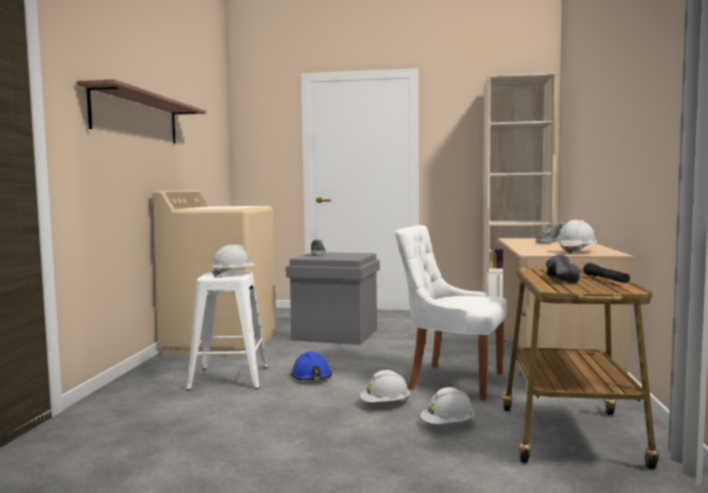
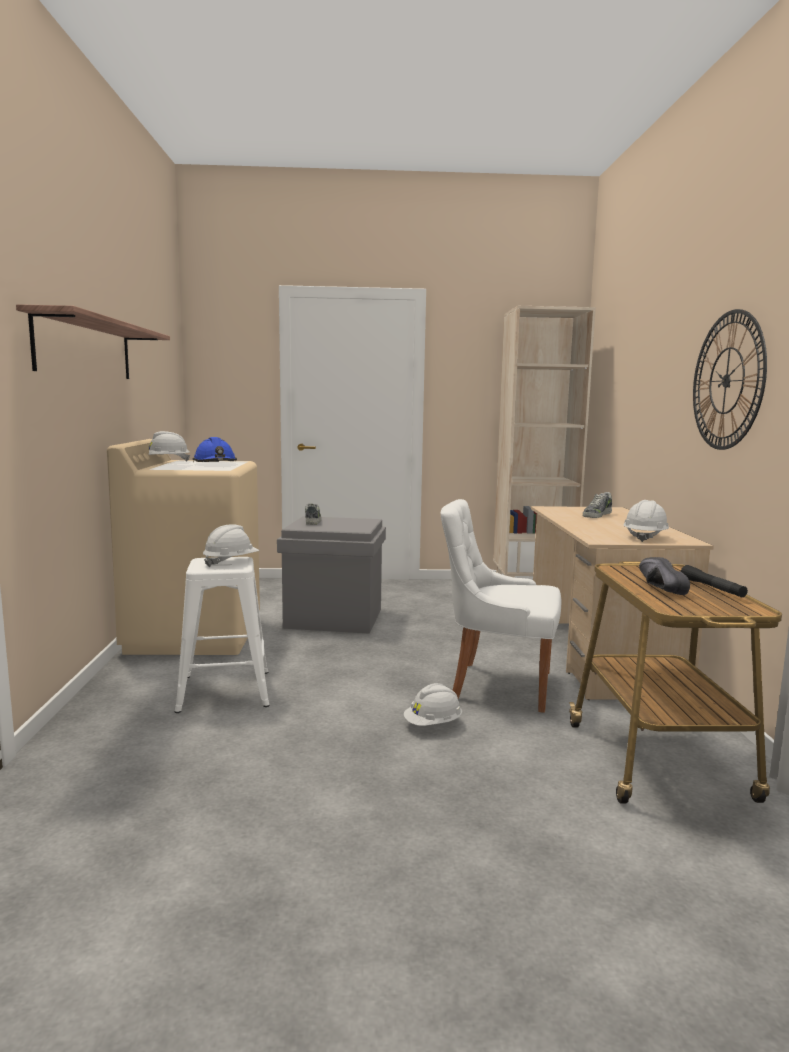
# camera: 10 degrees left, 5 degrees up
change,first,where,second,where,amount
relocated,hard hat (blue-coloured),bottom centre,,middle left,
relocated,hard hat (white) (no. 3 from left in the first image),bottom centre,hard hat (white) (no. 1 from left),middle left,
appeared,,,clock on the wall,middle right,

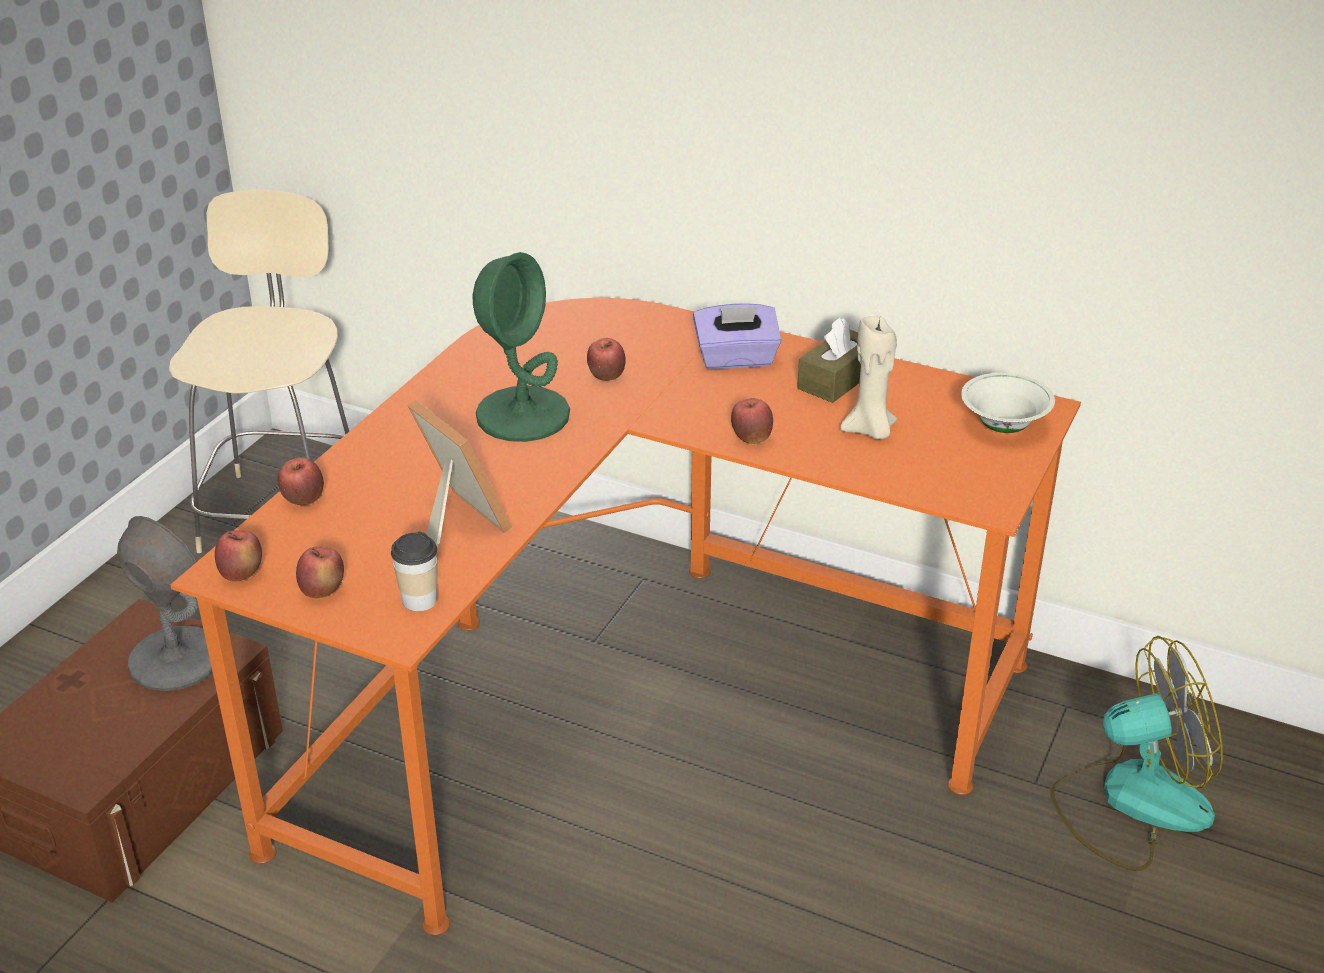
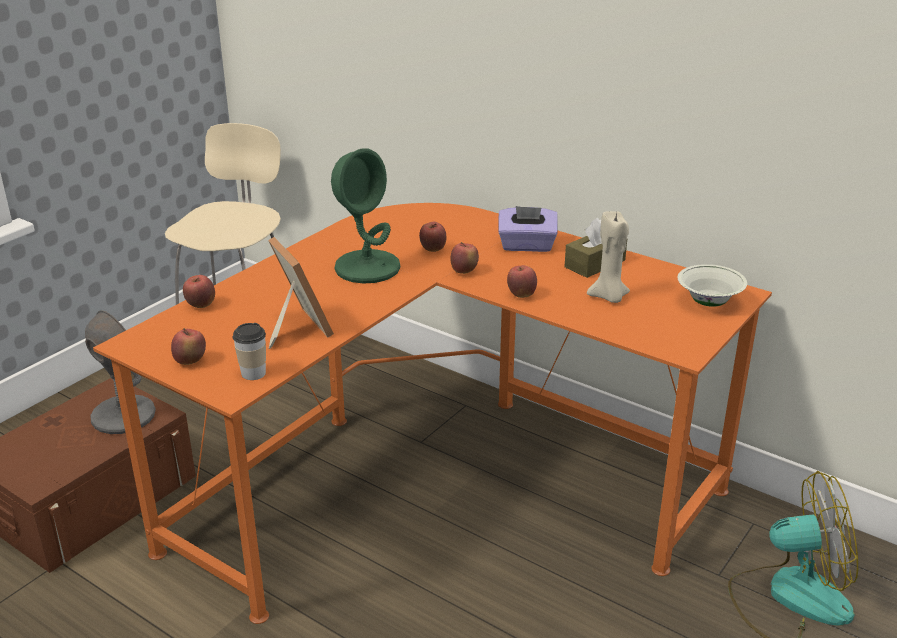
# camera: 10 degrees right, 5 degrees down
change,first,where,second,where,amount
relocated,apple (no. 1 from left in the first image),middle left,apple (no. 4 from left),centre,

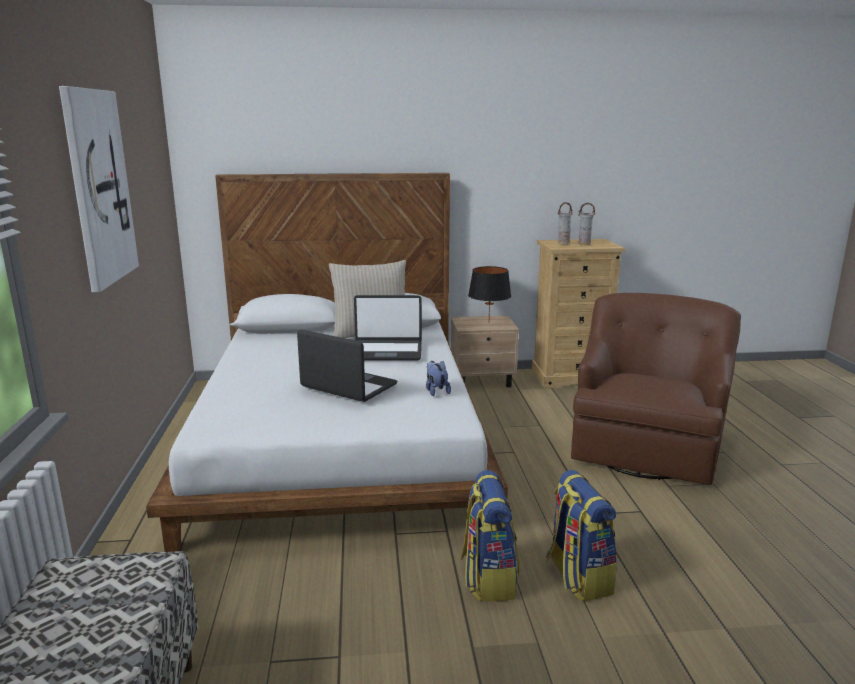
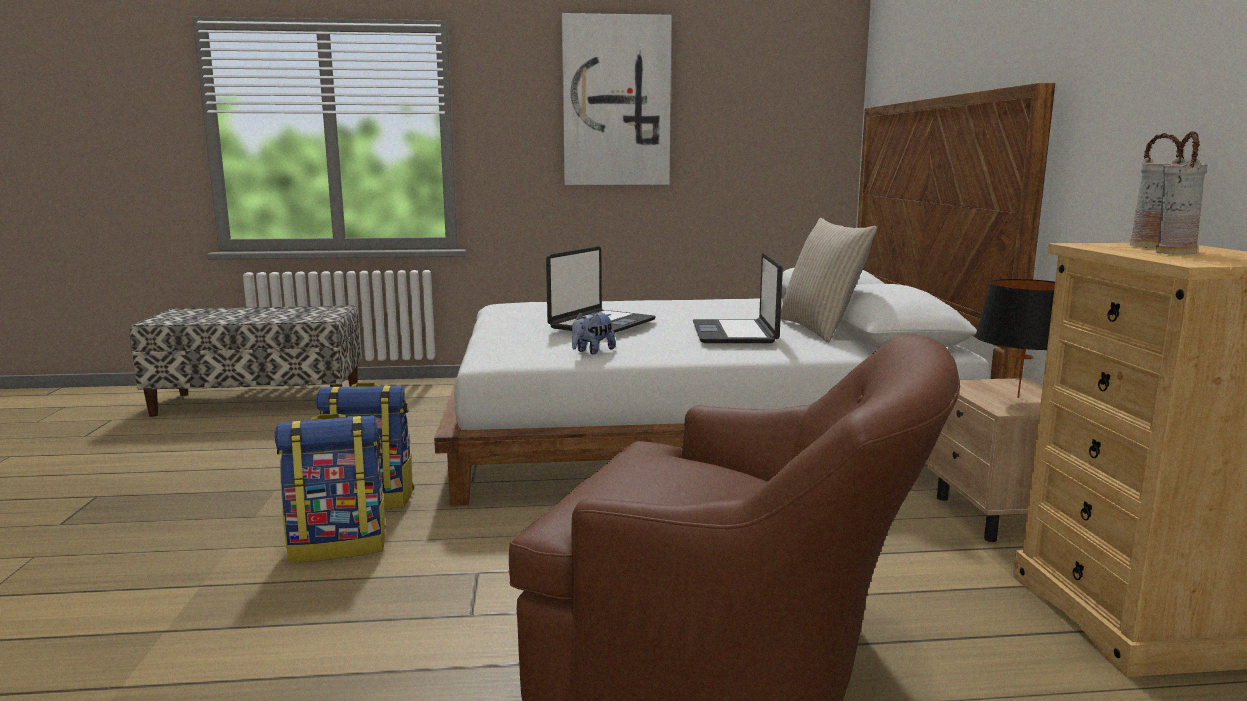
# camera: 90 degrees right, 5 degrees down
change,first,where,second,where,amount
spun,plush toy,centre,,centre,150 degrees clockwise

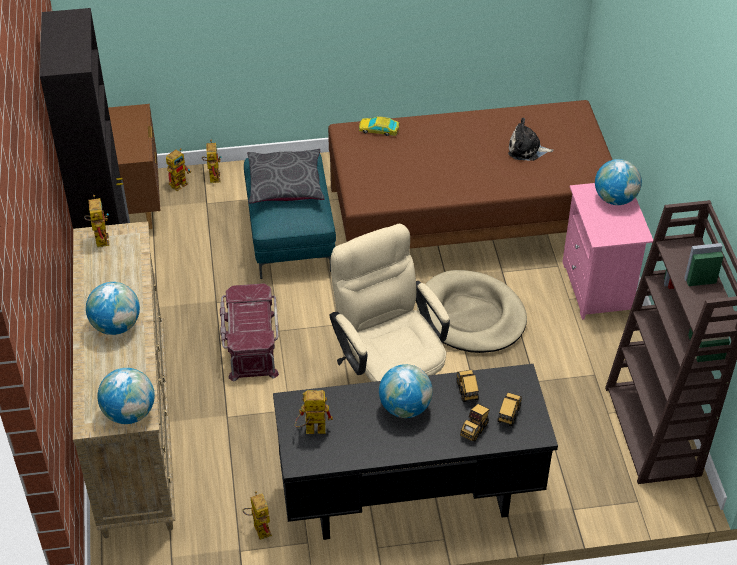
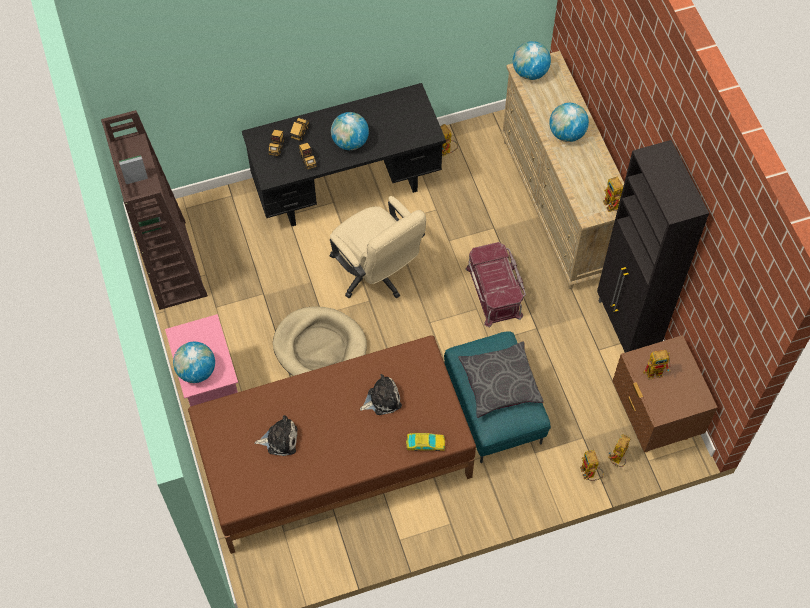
# camera: 170 degrees right, 15 degrees up
change,first,where,second,where,amount
relocated,toy robot (no. 5 from left),bottom centre,,middle right,
appeared,,,plush toy (no. 2 from left),centre,

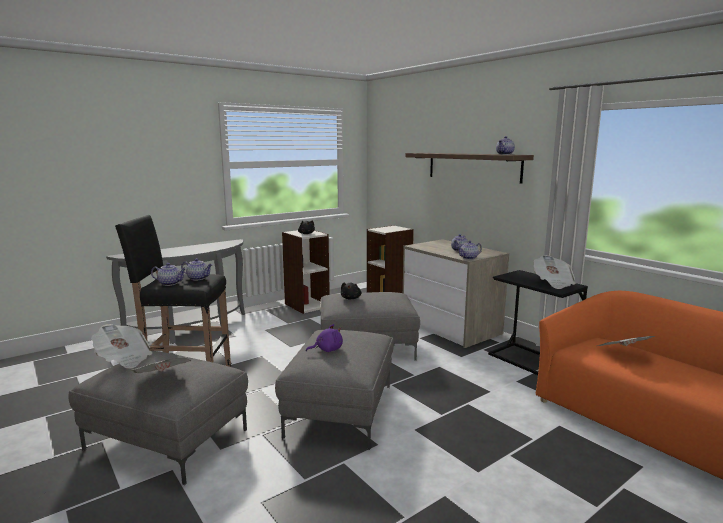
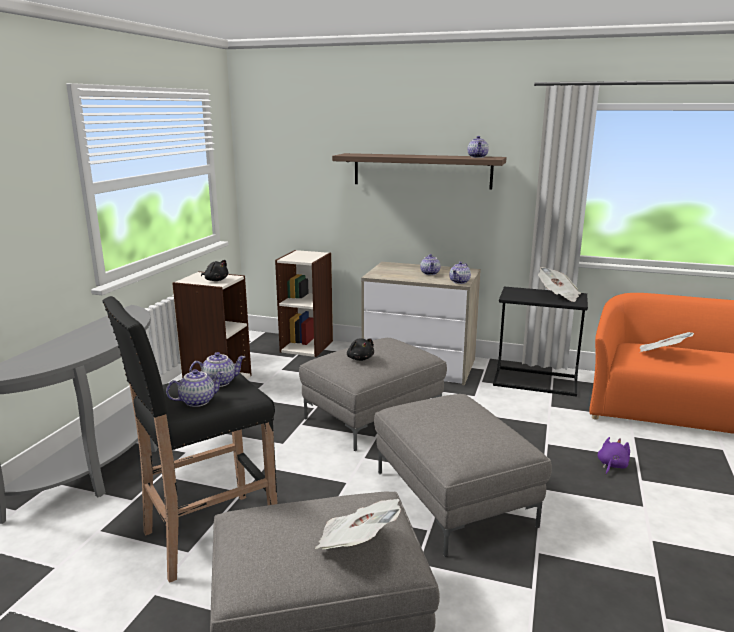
# camera: 35 degrees left, 5 degrees up
change,first,where,second,where,amount
missing,newspaper (no. 1 from left),middle left,,,
relocated,plush toy (purple),centre,,bottom right,

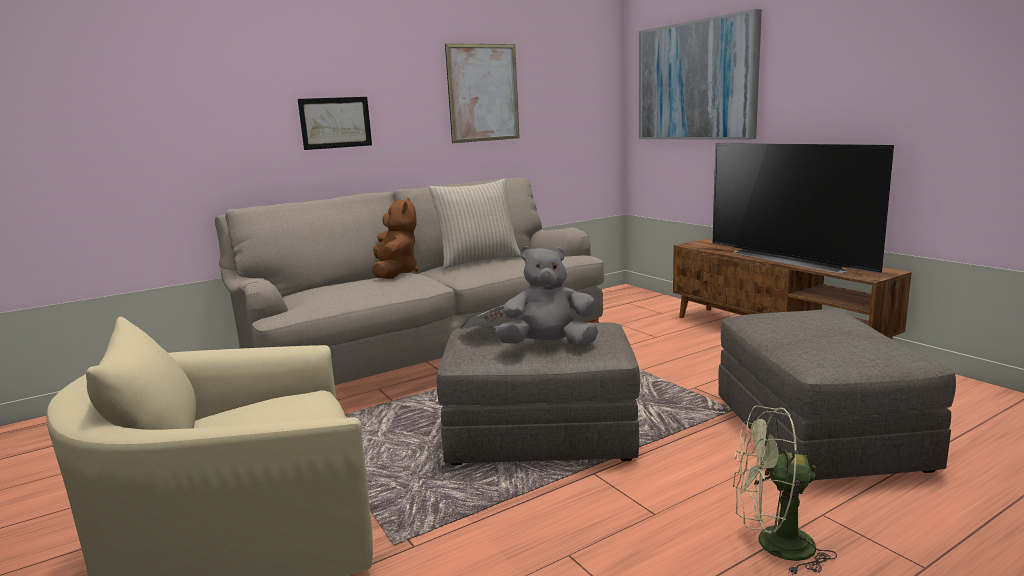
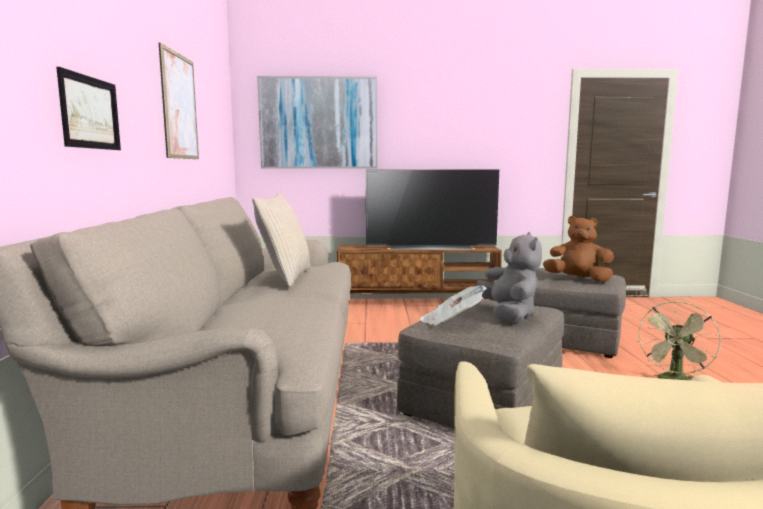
# camera: 60 degrees left, 5 degrees down
change,first,where,second,where,amount
relocated,plush toy (brown-coloured),centre,,middle right,
spun,plush toy (greyish),centre,,middle right,150 degrees clockwise

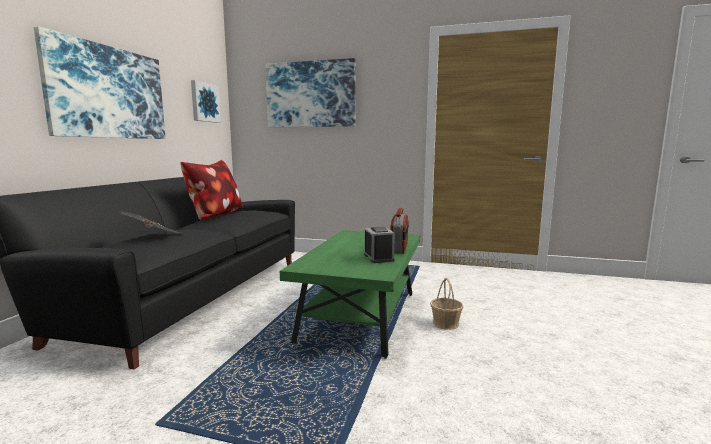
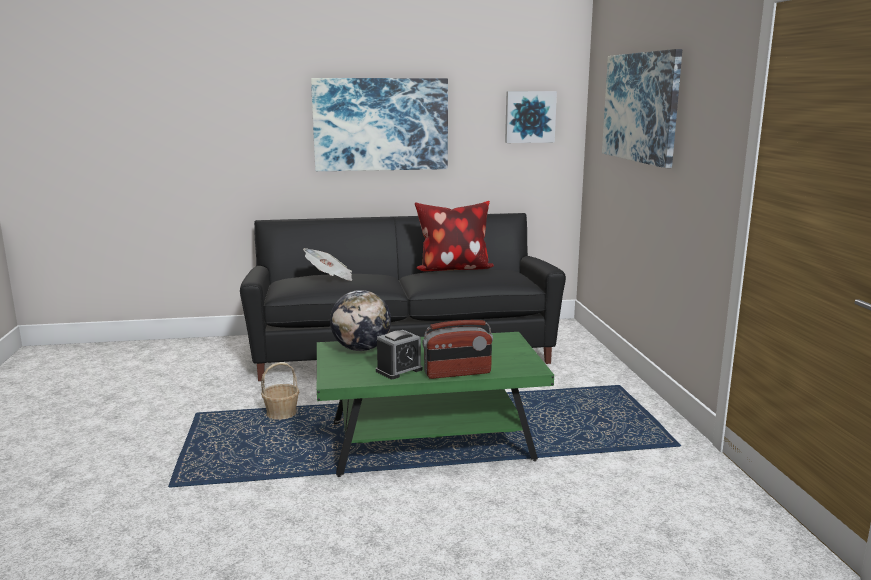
# camera: 65 degrees right, 5 degrees up
change,first,where,second,where,amount
relocated,basket,bottom centre,,bottom left,
appeared,,,desk globe,centre,

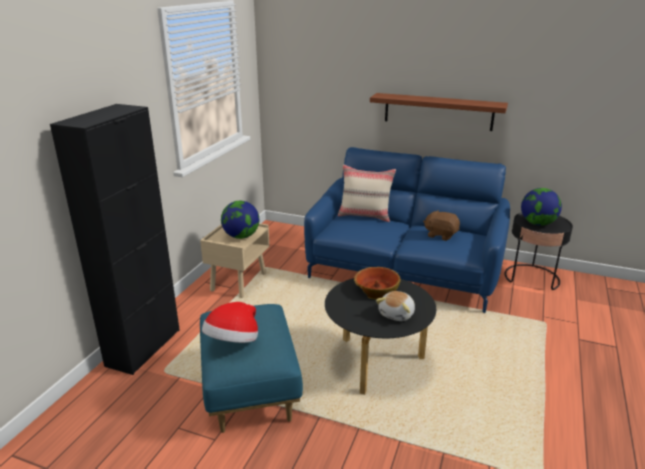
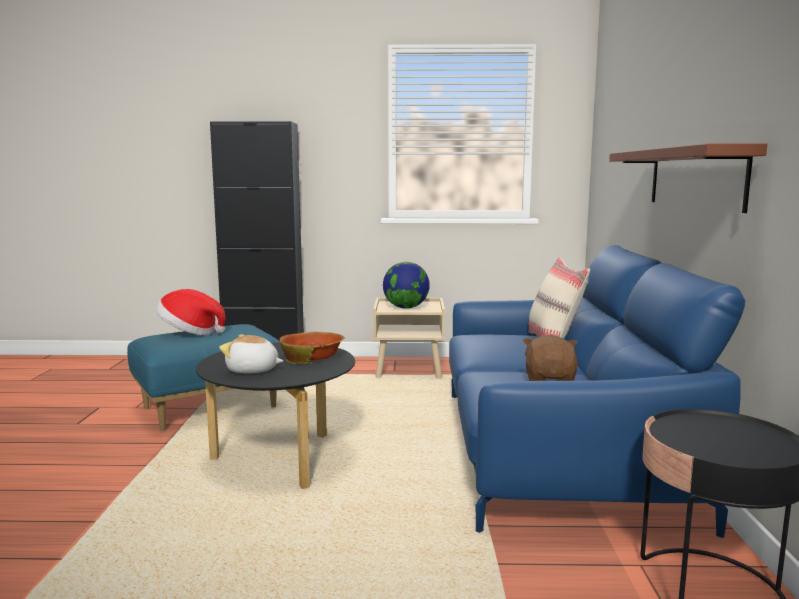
# camera: 70 degrees right, 15 degrees down
change,first,where,second,where,amount
missing,desk globe (no. 2 from left),middle right,,,

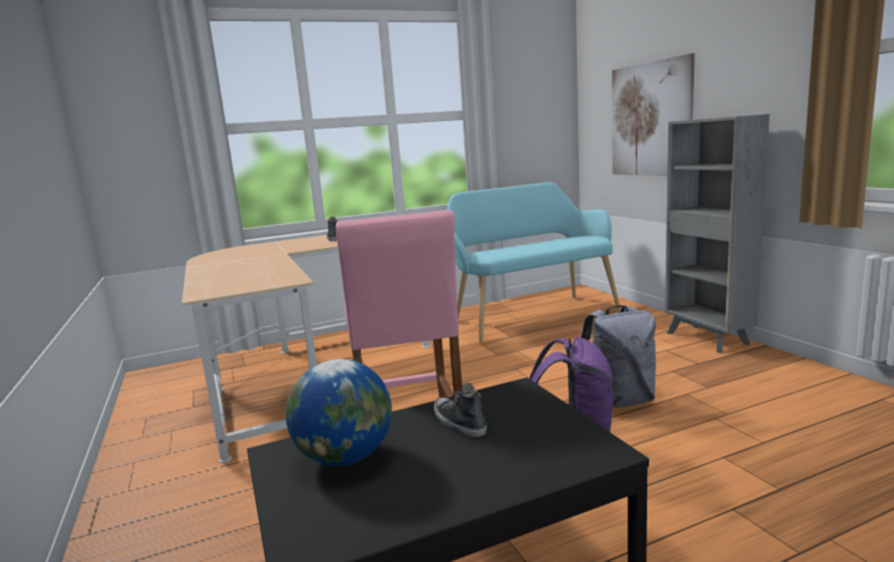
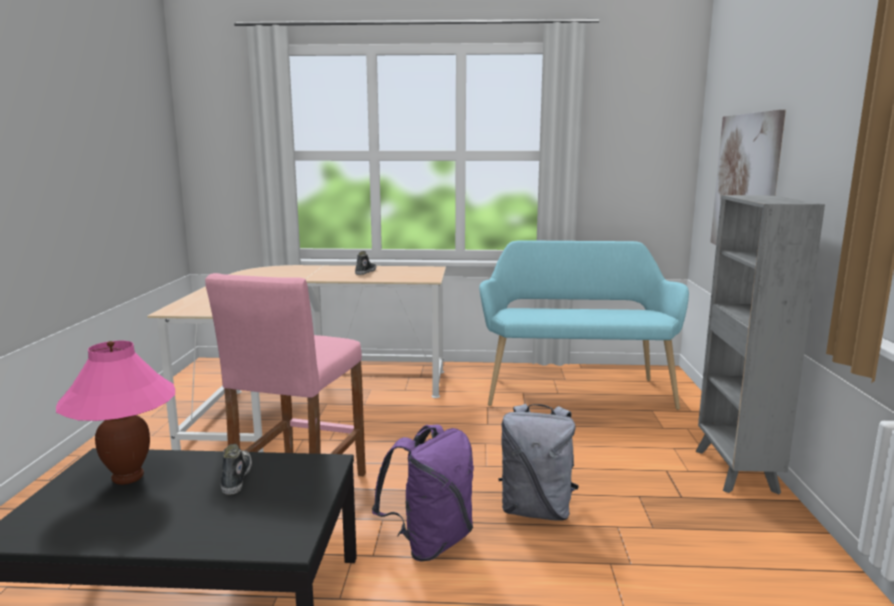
# camera: 25 degrees right, 0 degrees up
change,first,where,second,where,amount
exchanged,desk globe,bottom centre,tabletop lamp (pinkish),bottom left,

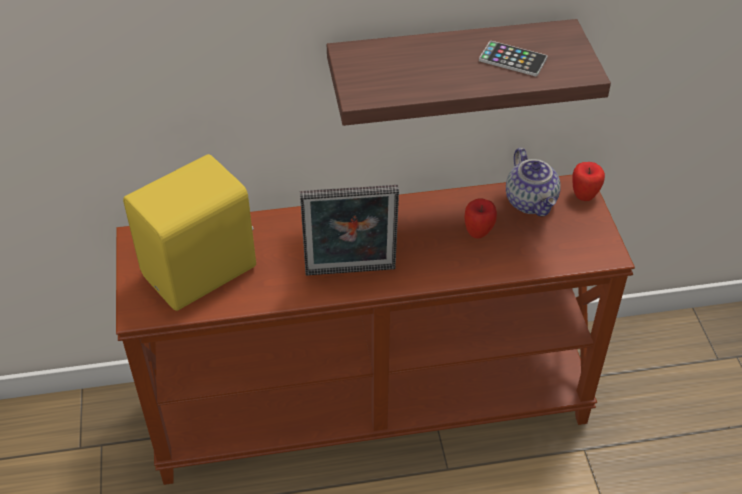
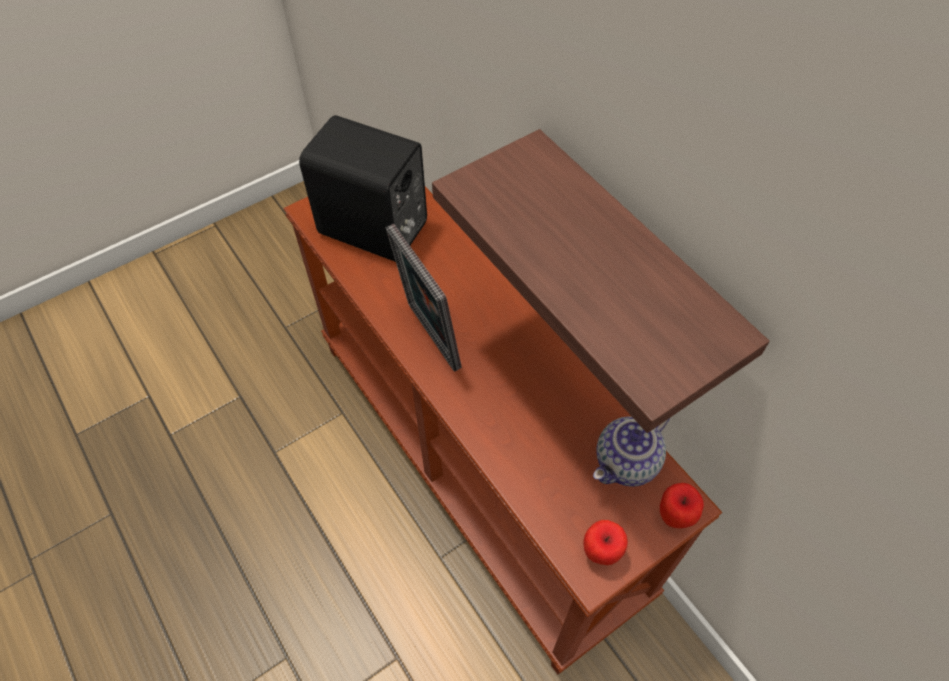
# camera: 65 degrees right, 10 degrees up
change,first,where,second,where,amount
missing,handset,top right,,,
colour,speaker (yellow-coloured),middle left,speaker (black-coloured),top centre,
relocated,apple (no. 1 from left),centre,,bottom centre,

